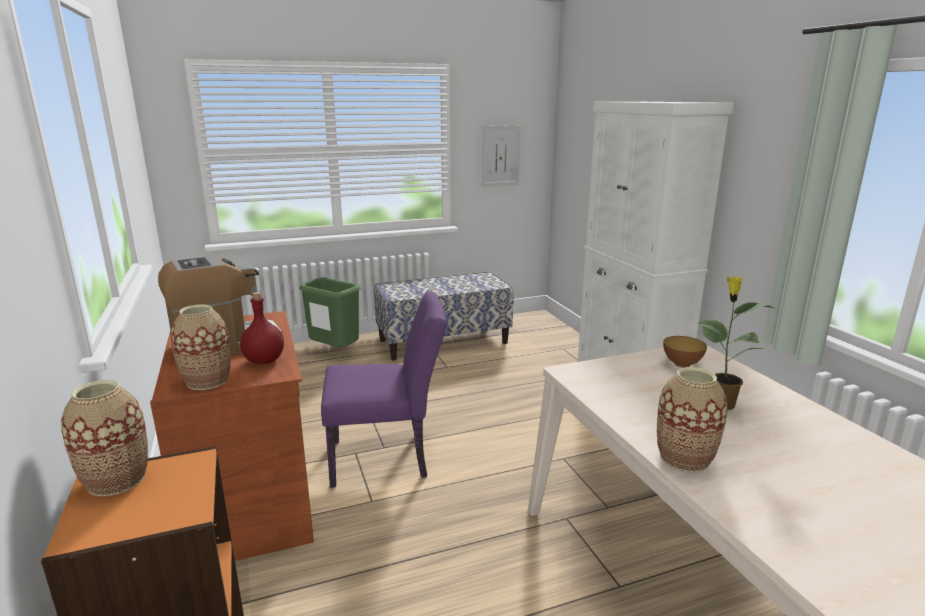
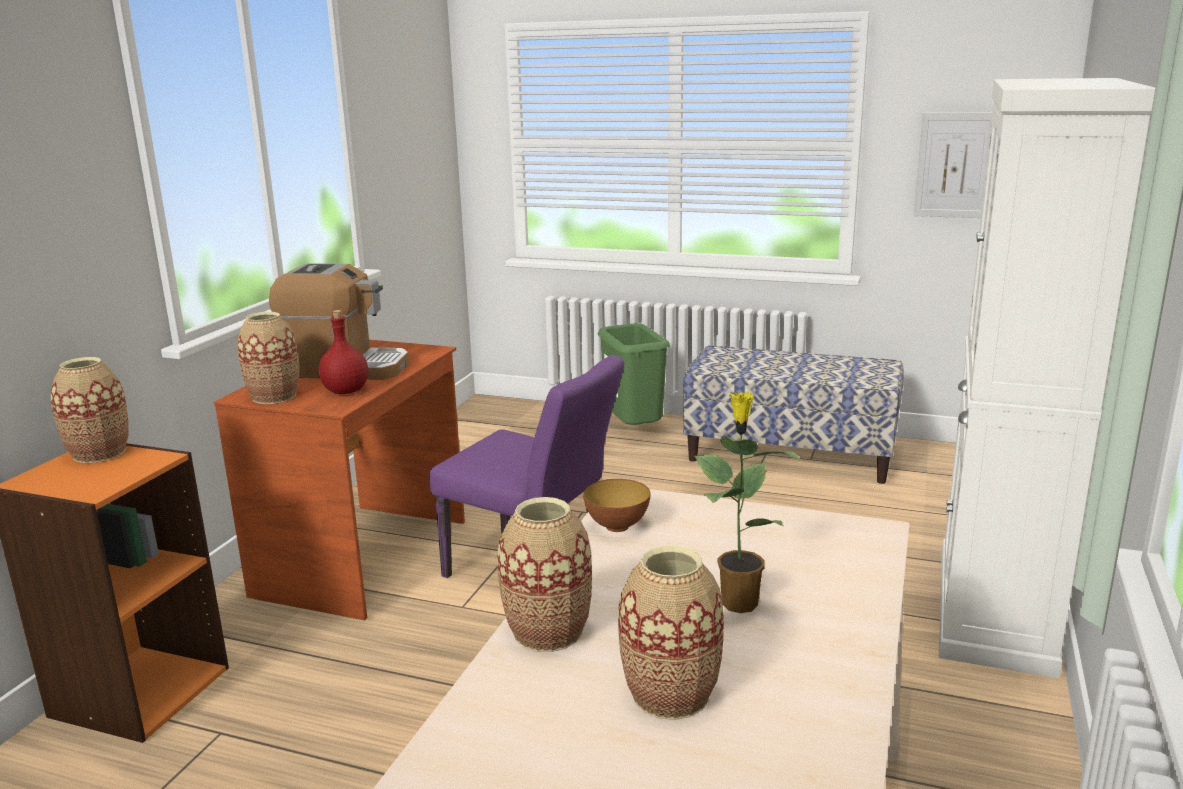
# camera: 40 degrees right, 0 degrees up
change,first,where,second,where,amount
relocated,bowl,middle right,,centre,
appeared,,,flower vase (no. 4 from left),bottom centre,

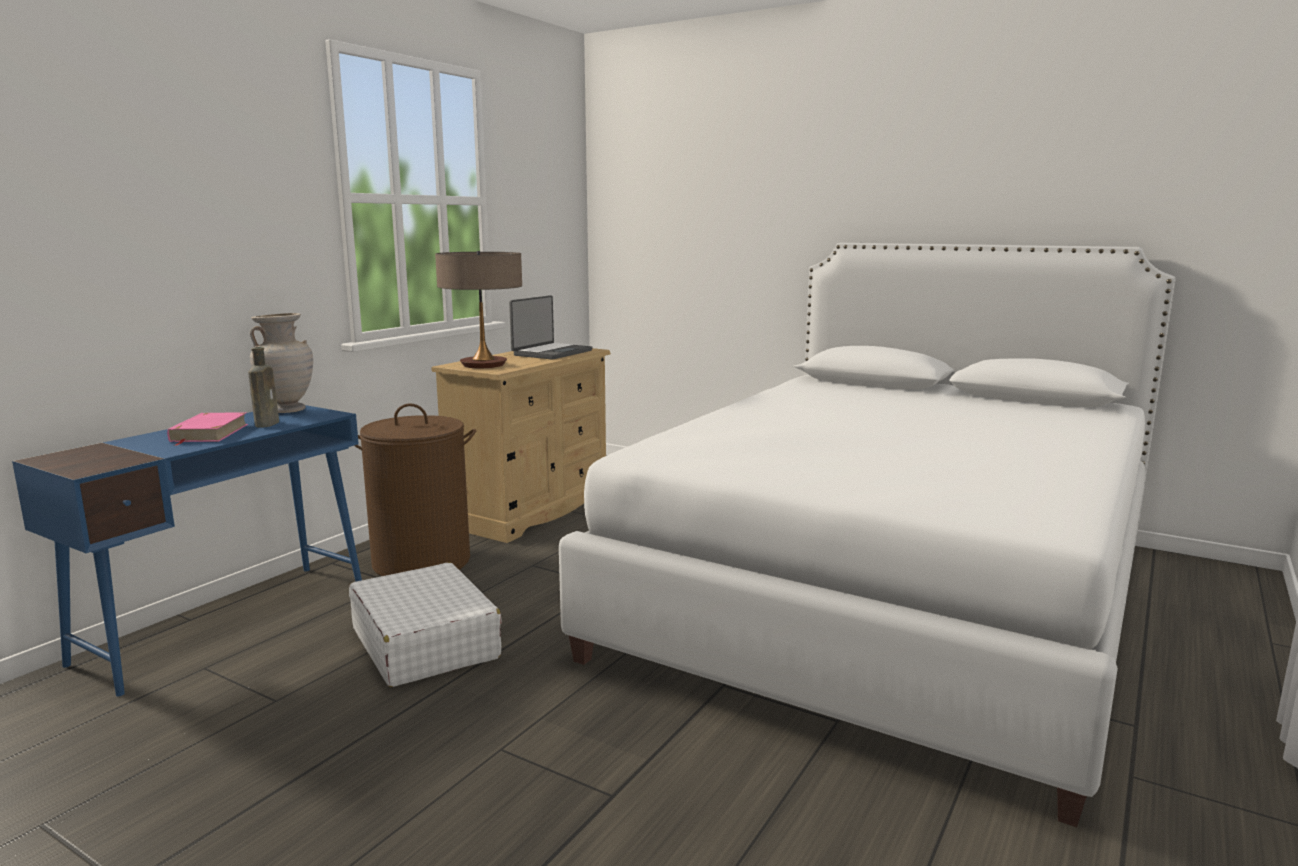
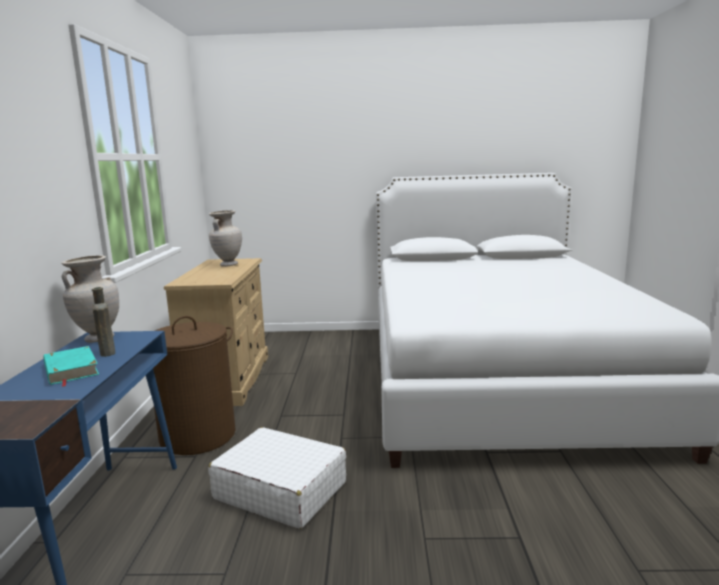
# camera: 30 degrees left, 0 degrees up
change,first,where,second,where,amount
missing,tabletop lamp,centre,,,
exchanged,portable computer,centre,flower vase (sand-coloured) (no. 2 from left),middle left,
colour,book (pinkish),middle left,book (turquoise),middle left,

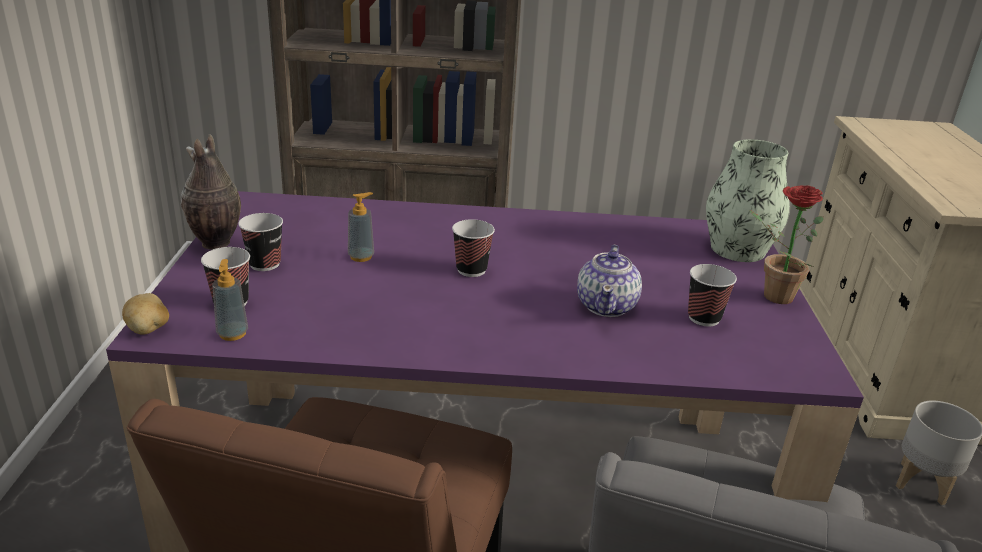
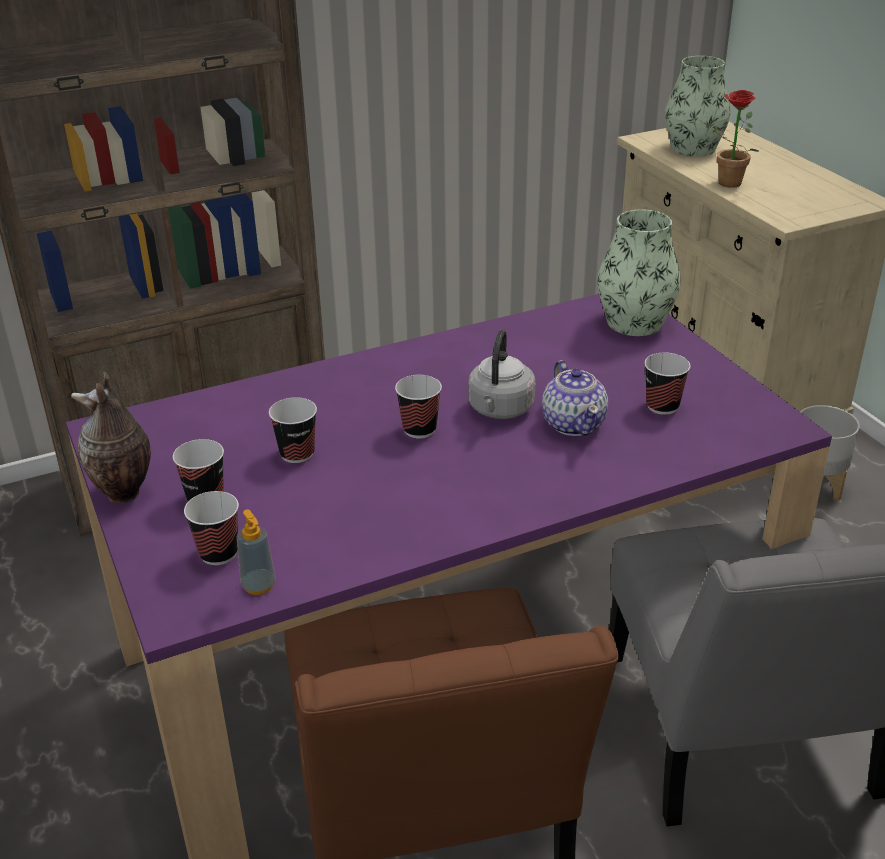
# camera: 25 degrees left, 5 degrees up
change,first,where,second,where,amount
relocated,houseplant,middle right,,top right,
exchanged,soap bottle (no. 2 from left),centre,drinking cup (no. 3 from left),middle left,
missing,whole potato,middle left,,,
appeared,,,flower vase (no. 3 from left),top right,
appeared,,,water kettle (greyish),centre,

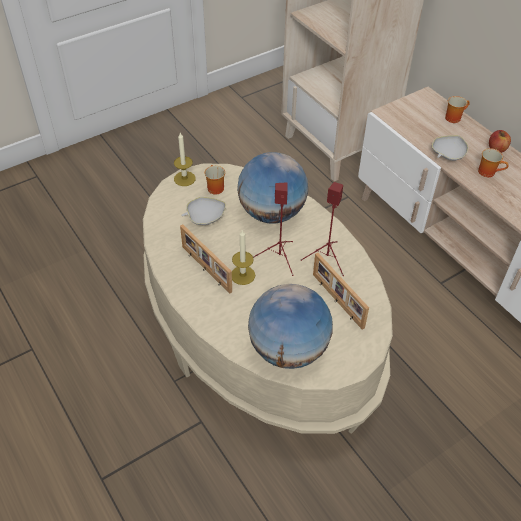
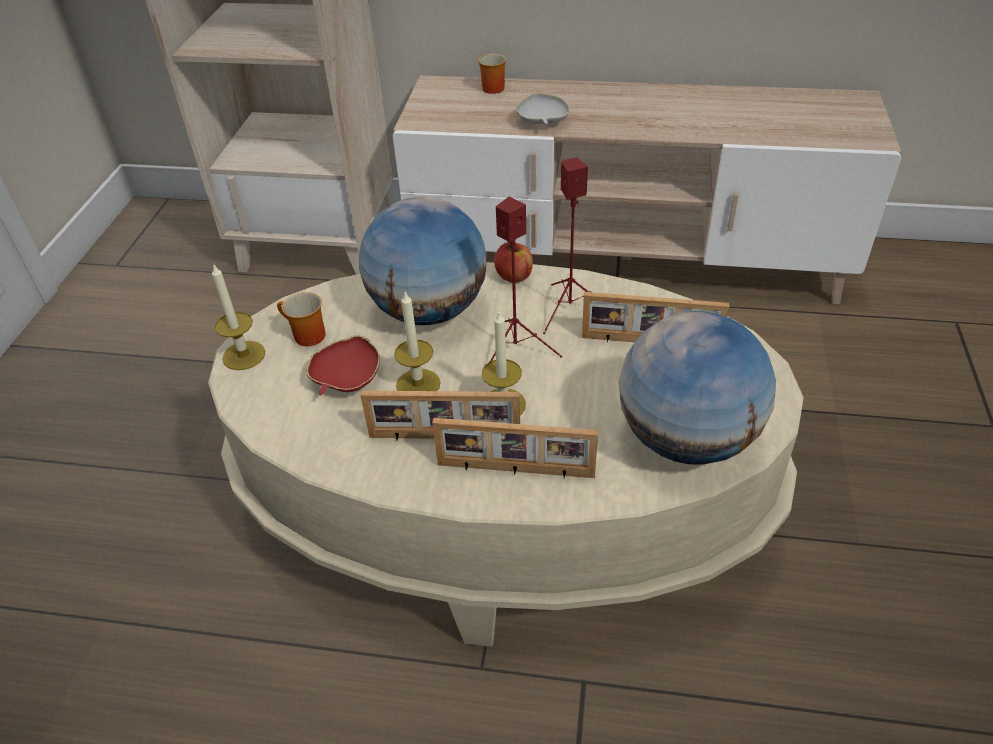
# camera: 45 degrees left, 5 degrees down
change,first,where,second,where,amount
relocated,apple,top right,,centre,
missing,tea mug (no. 3 from left),top right,,,
colour,bowl (white) (no. 1 from left),centre,bowl (red),centre,
appeared,,,wax light (no. 2 from left),centre,
appeared,,,standing frame (no. 2 from left),centre,

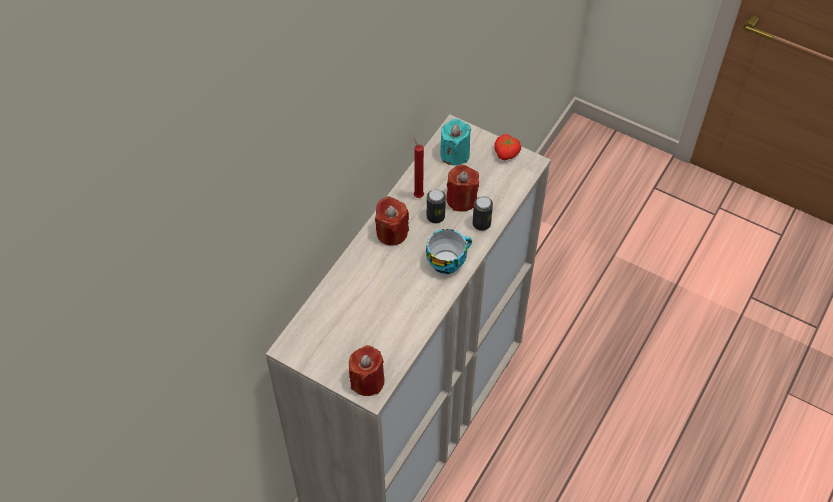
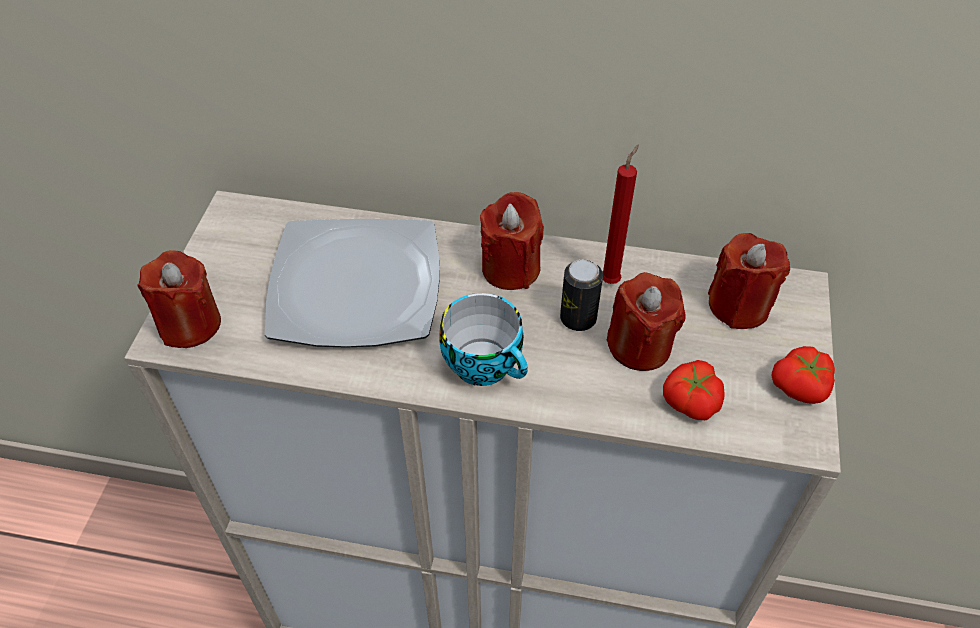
# camera: 70 degrees right, 5 degrees down
change,first,where,second,where,amount
colour,wax light (turquoise),top centre,wax light (red) (no. 5 from left),middle right,
missing,sealed can (no. 2 from left),centre,,,
appeared,,,flat dish,centre,
appeared,,,whole tomato (no. 1 from left),middle right,

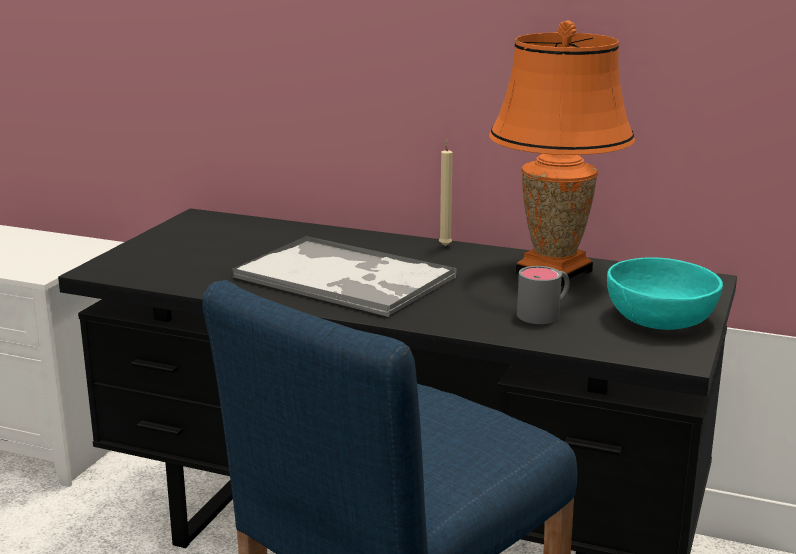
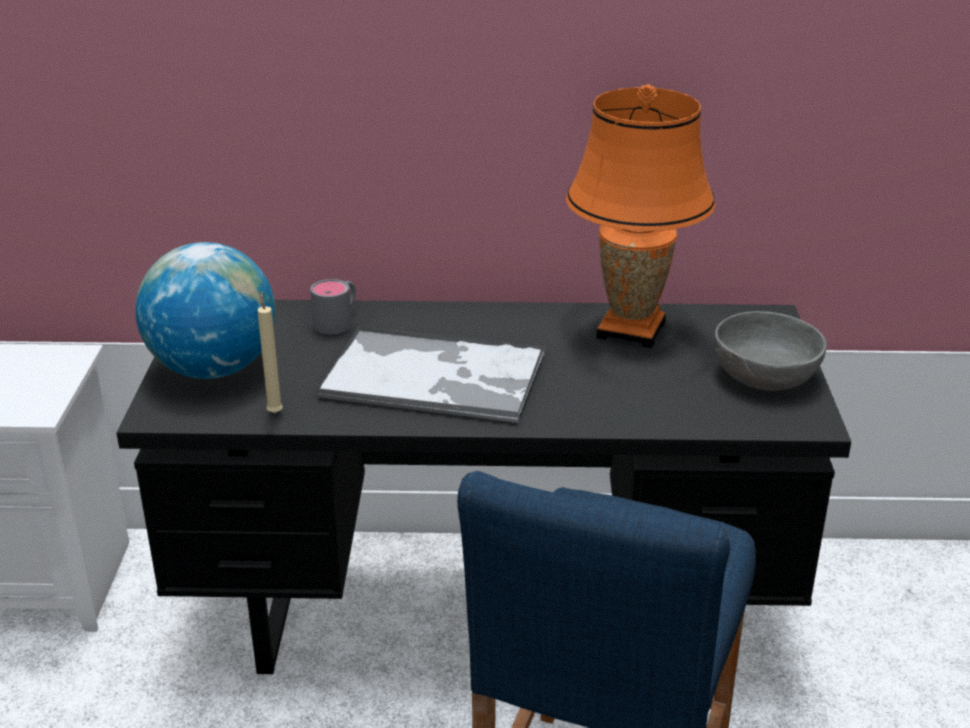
# camera: 20 degrees left, 10 degrees up
change,first,where,second,where,amount
relocated,wax light (sand-coloured),centre,,middle left,
colour,bowl (turquoise),middle right,bowl (greyish),middle right,
relocated,tea mug (greyish),middle right,,centre,
appeared,,,desk globe,middle left,

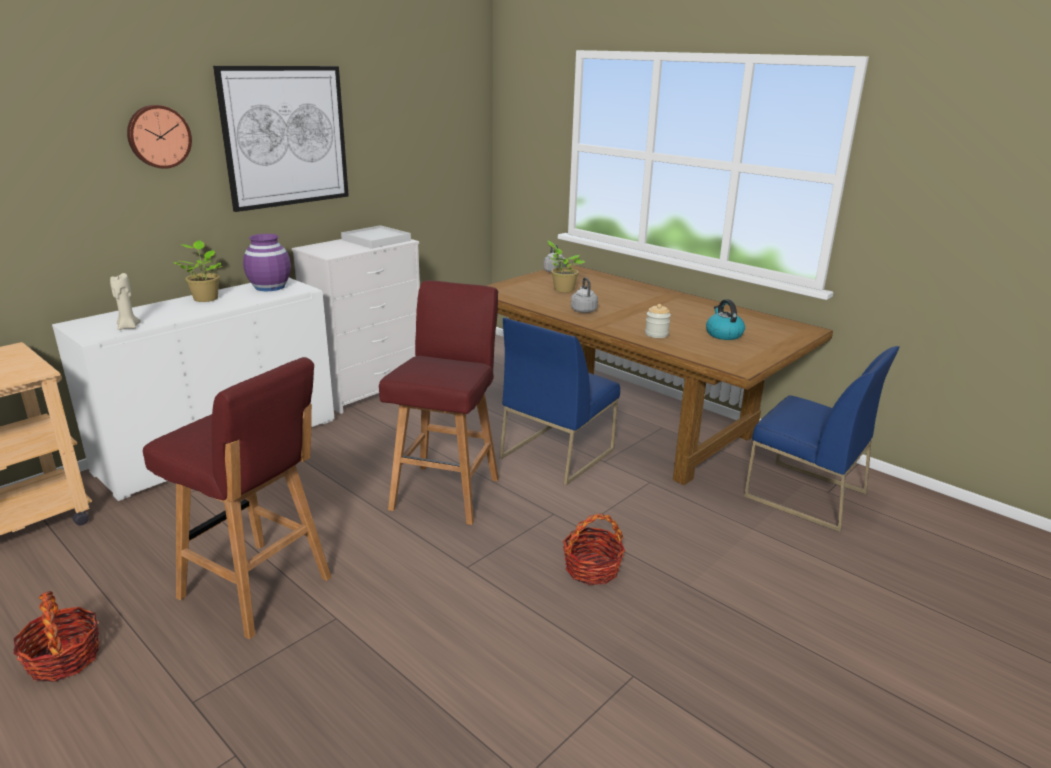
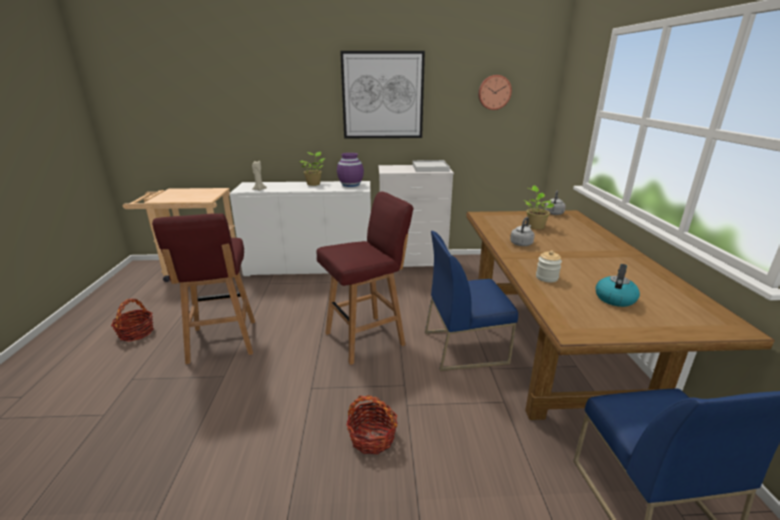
# camera: 45 degrees right, 0 degrees up
change,first,where,second,where,amount
relocated,clock on the wall,top left,,top centre,

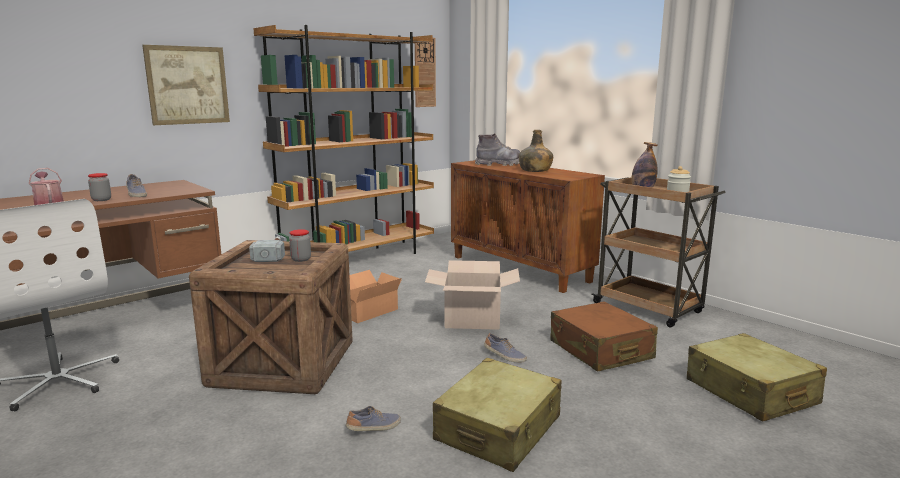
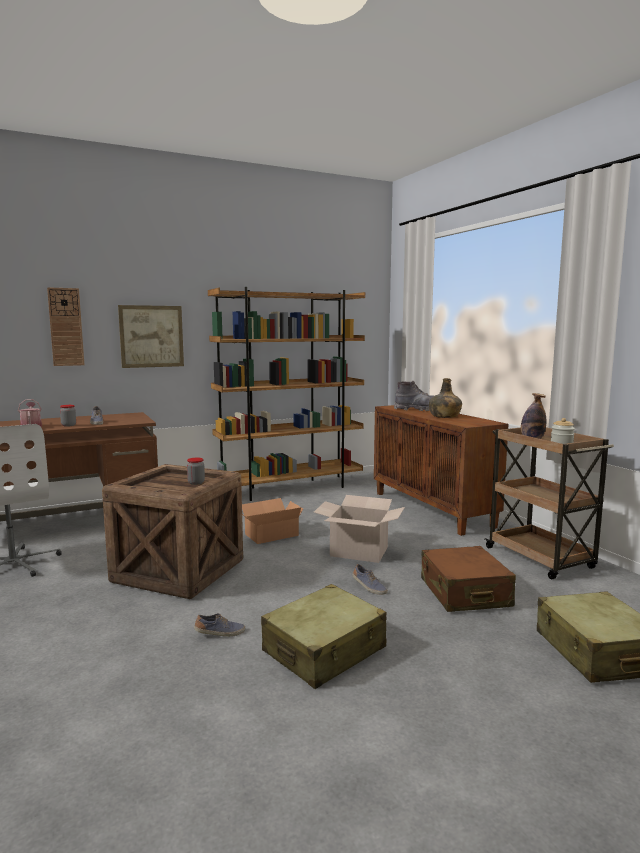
# camera: 15 degrees right, 5 degrees down
change,first,where,second,where,amount
relocated,clock on the wall,top centre,,middle left,
missing,hammer,middle left,,,

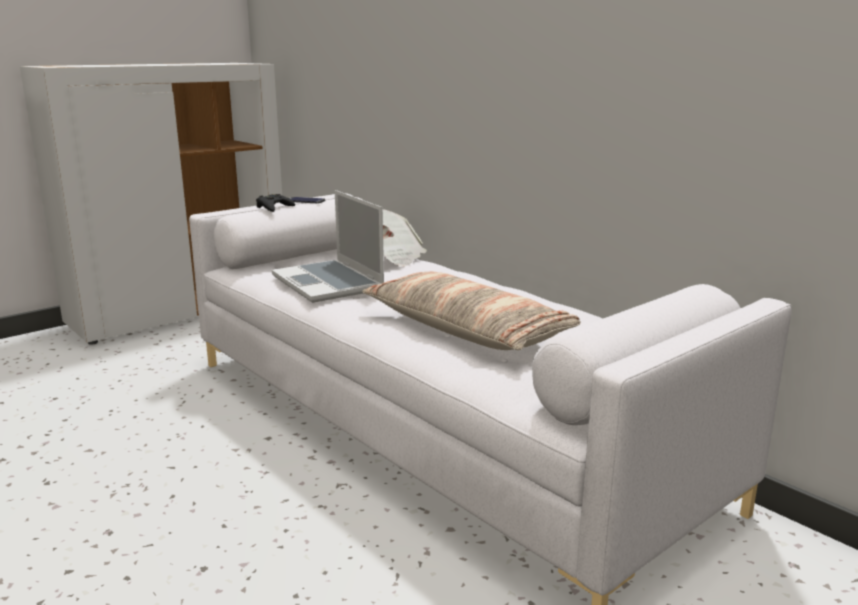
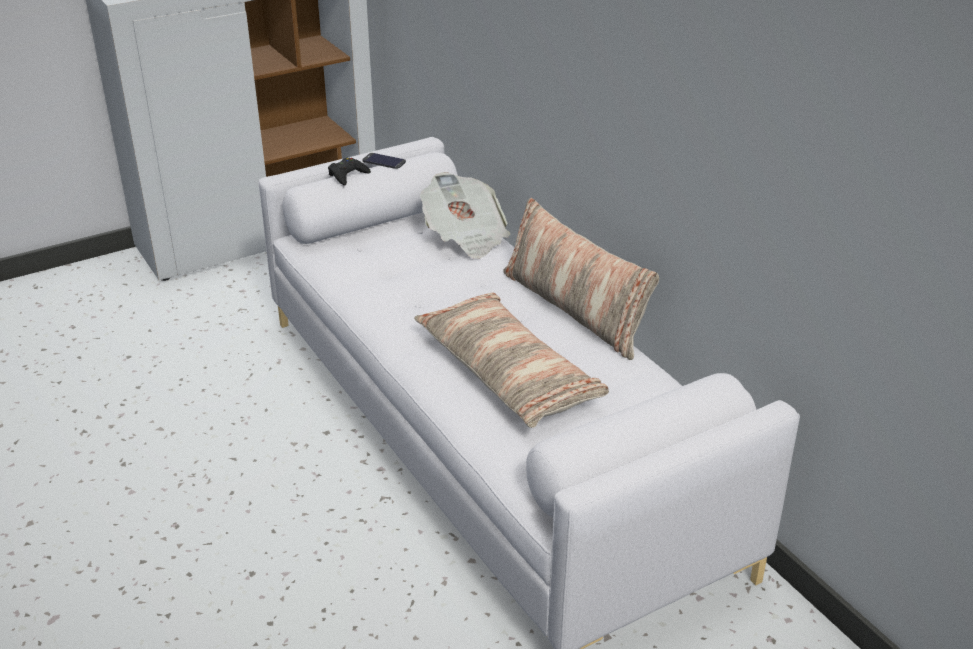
# camera: 10 degrees right, 15 degrees up
change,first,where,second,where,amount
missing,portable computer,centre,,,
appeared,,,pillow (no. 2 from left),centre,

